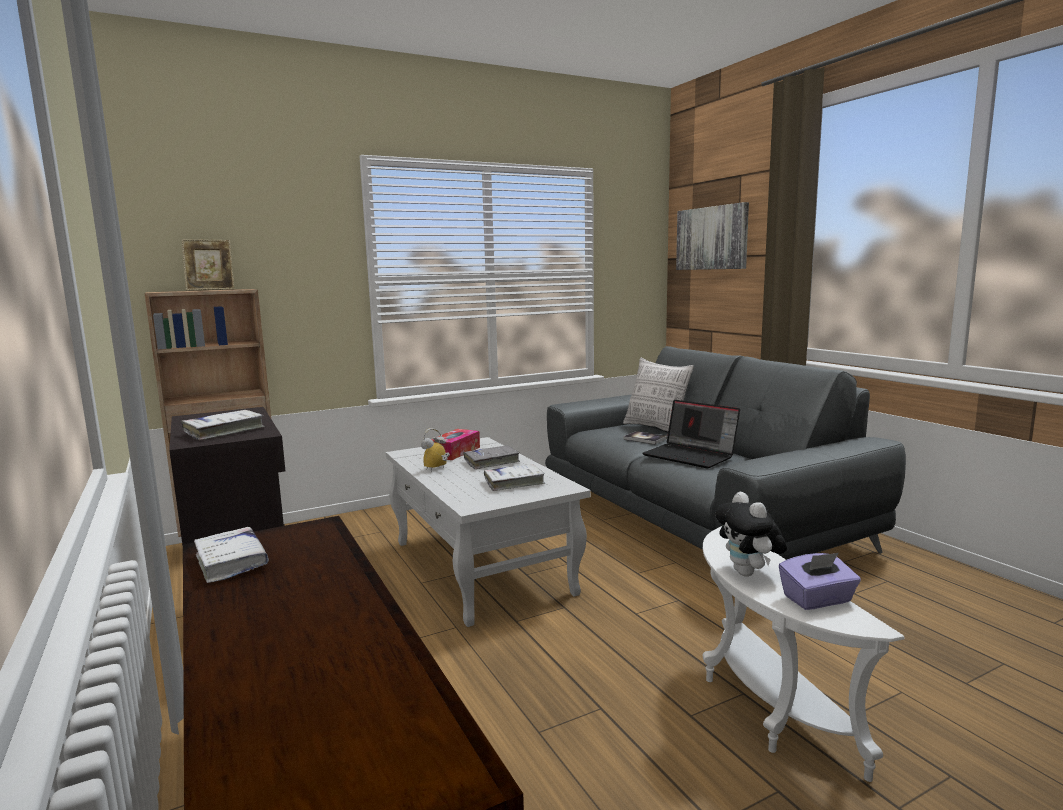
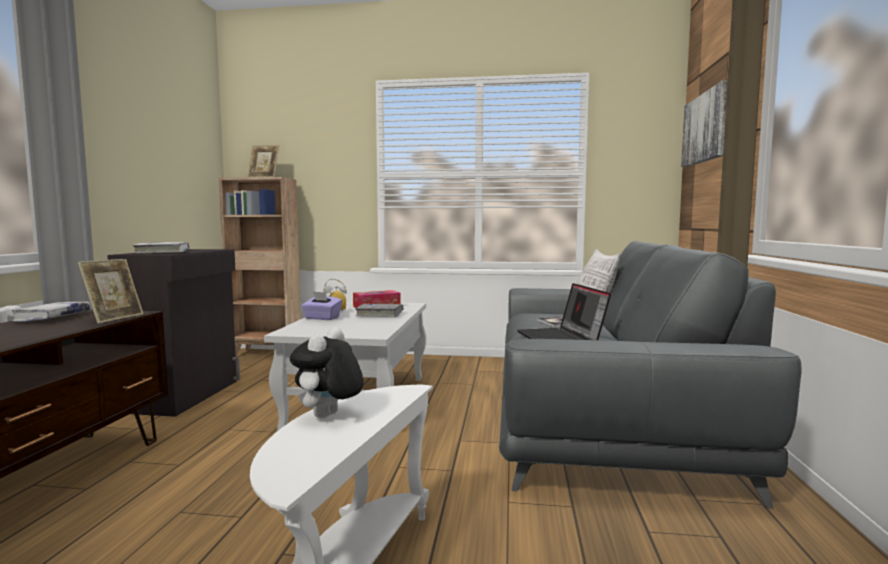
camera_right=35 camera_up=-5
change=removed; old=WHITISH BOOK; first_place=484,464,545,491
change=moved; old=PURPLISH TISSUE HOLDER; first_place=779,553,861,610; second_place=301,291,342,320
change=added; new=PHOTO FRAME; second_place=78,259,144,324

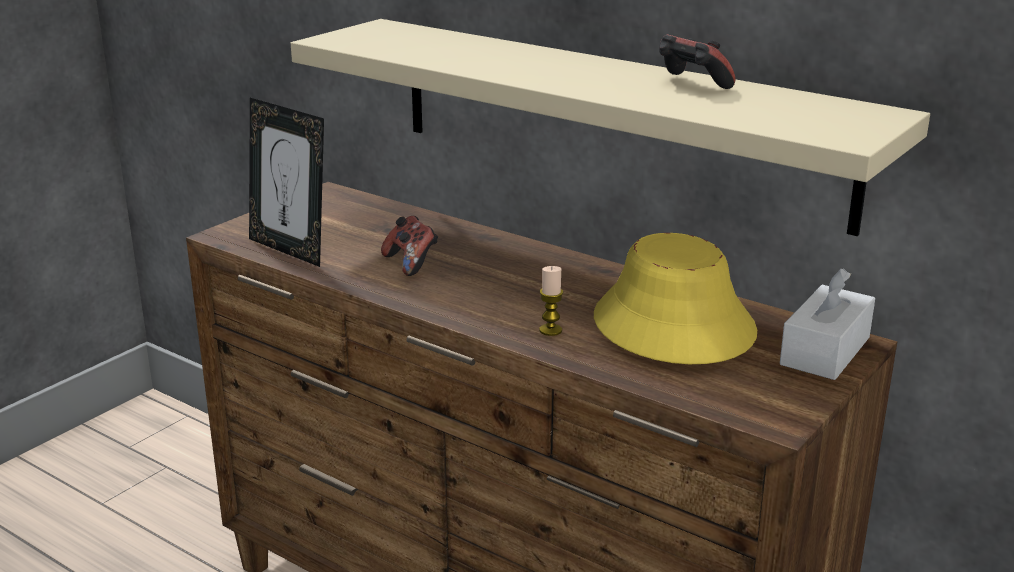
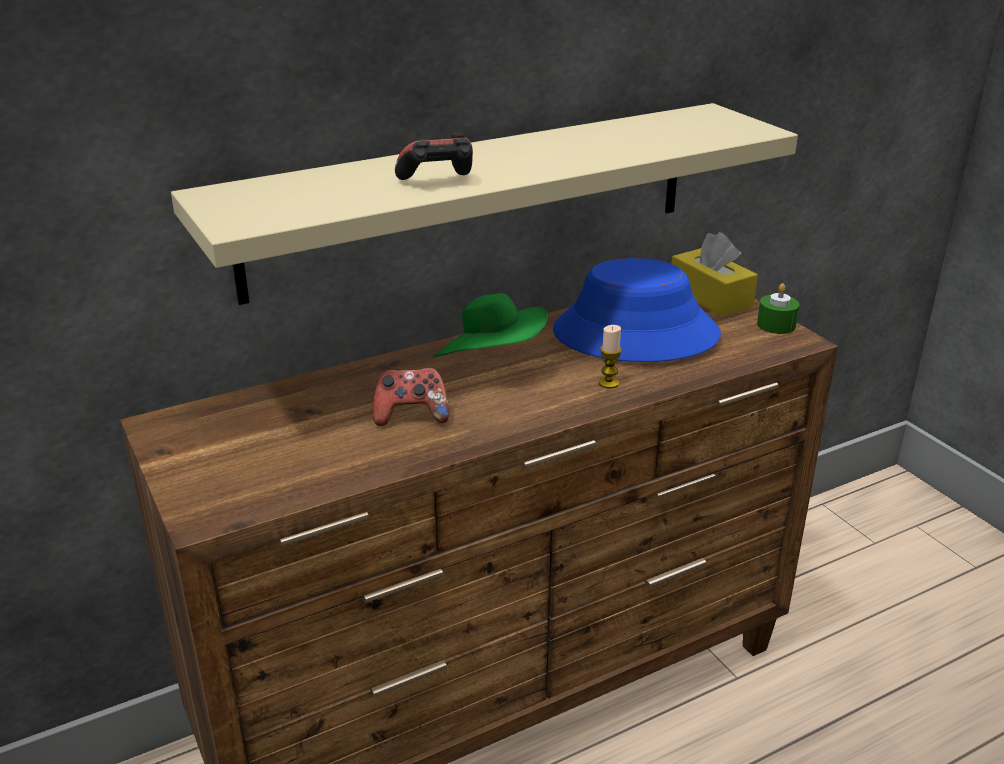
camera_right=-65 camera_up=5
change=moved; old=GAME CONTROLLER; first_place=659,35,736,89; second_place=395,133,473,180
change=removed; old=PHOTO FRAME; first_place=249,98,324,267
change=recoloured; old=YELLOWISH WEARABLE HAT; new=BLUISH WEARABLE HAT; first_place=594,233,757,364; second_place=553,258,721,362
change=recoloured; old=WHITISH TISSUE HOLDER; new=YELLOWISH TISSUE HOLDER; first_place=780,269,875,380; second_place=671,232,758,316
change=added; new=GREEN WAX CANDLE; second_place=757,283,800,334
change=added; new=GREEN WEARABLE HAT; second_place=433,293,548,357

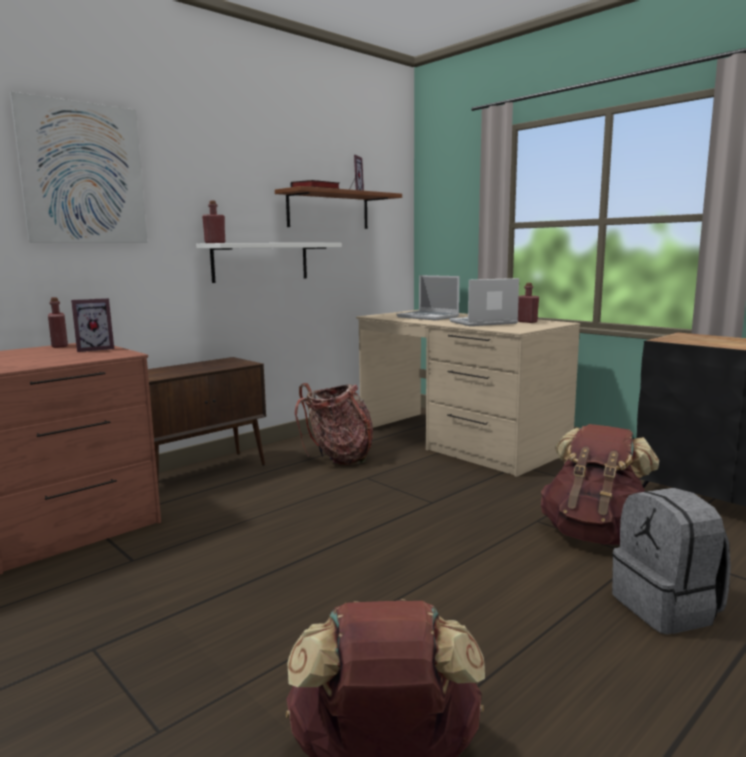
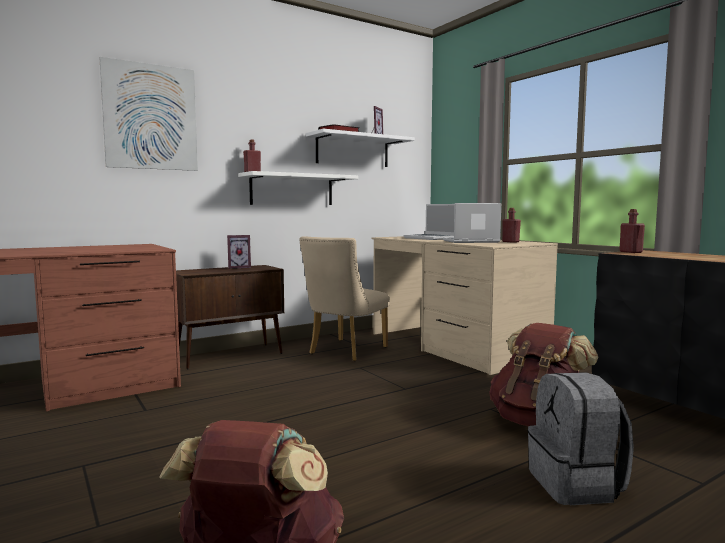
camera_right=10 camera_up=-5
change=recoloured; old=BROWN BRACKET SHELF; new=WHITISH BRACKET SHELF; first_place=275,186,402,229; second_place=306,129,415,167
change=moved; old=RED DRINK BOTTLE; first_place=48,297,68,348; second_place=619,209,645,253
change=moved; old=PHOTO FRAME; first_place=71,298,114,352; second_place=227,235,251,269
change=replaced; old=RUCKSACK; new=BEIGE-COLOURED CHAIR; first_place=295,383,373,465; second_place=299,236,390,361

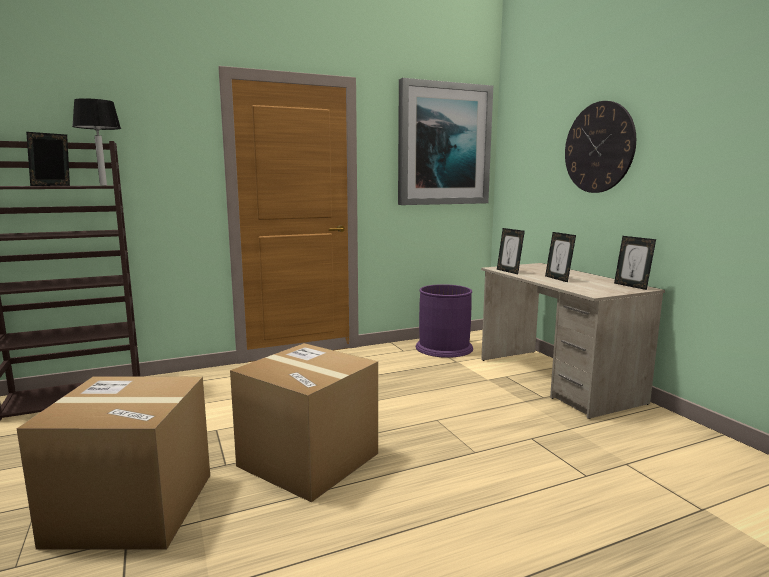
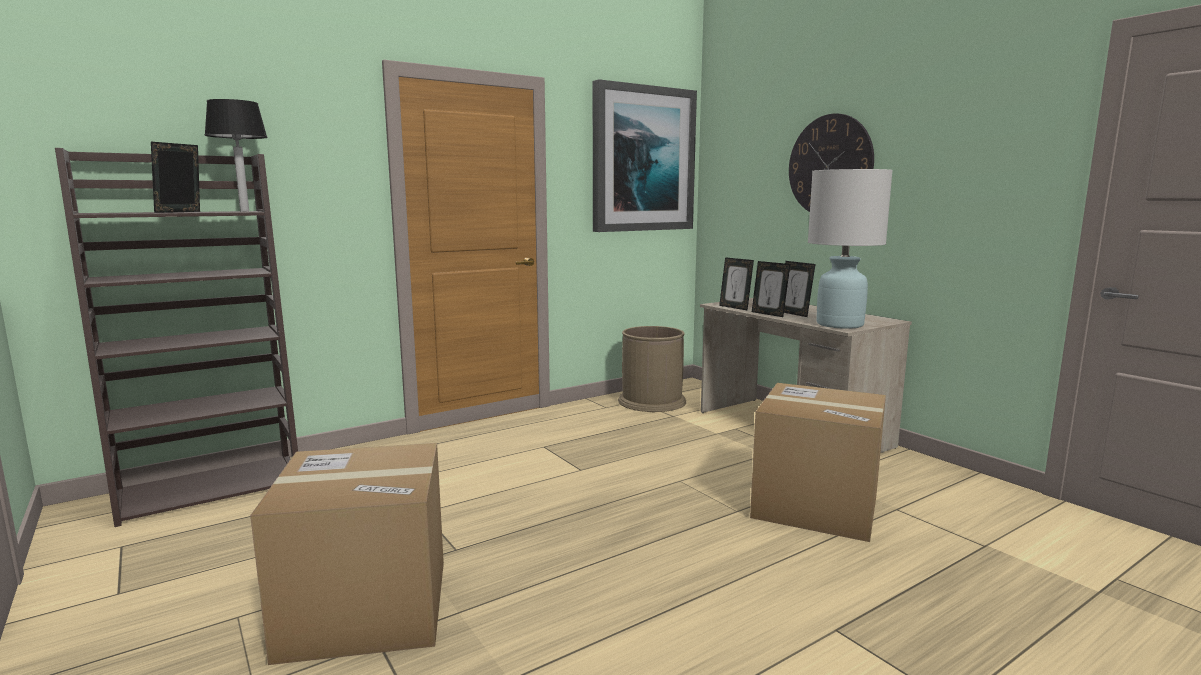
camera_right=-10 camera_up=0
change=moved; old=PHOTO FRAME; first_place=614,236,656,290; second_place=752,261,790,317
change=recoloured; old=PURPLISH RUBBISH BIN; new=BROWN RUBBISH BIN; first_place=416,284,473,358; second_place=618,326,686,412
change=moved; old=CARDBOARD BOX; first_place=230,343,378,503; second_place=750,383,886,542
change=added; new=WHITISH LAMP FOR A TABLE; second_place=808,169,893,329

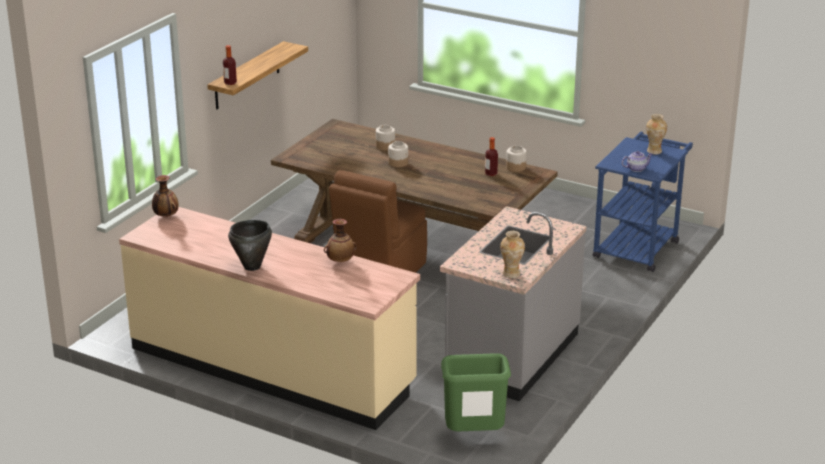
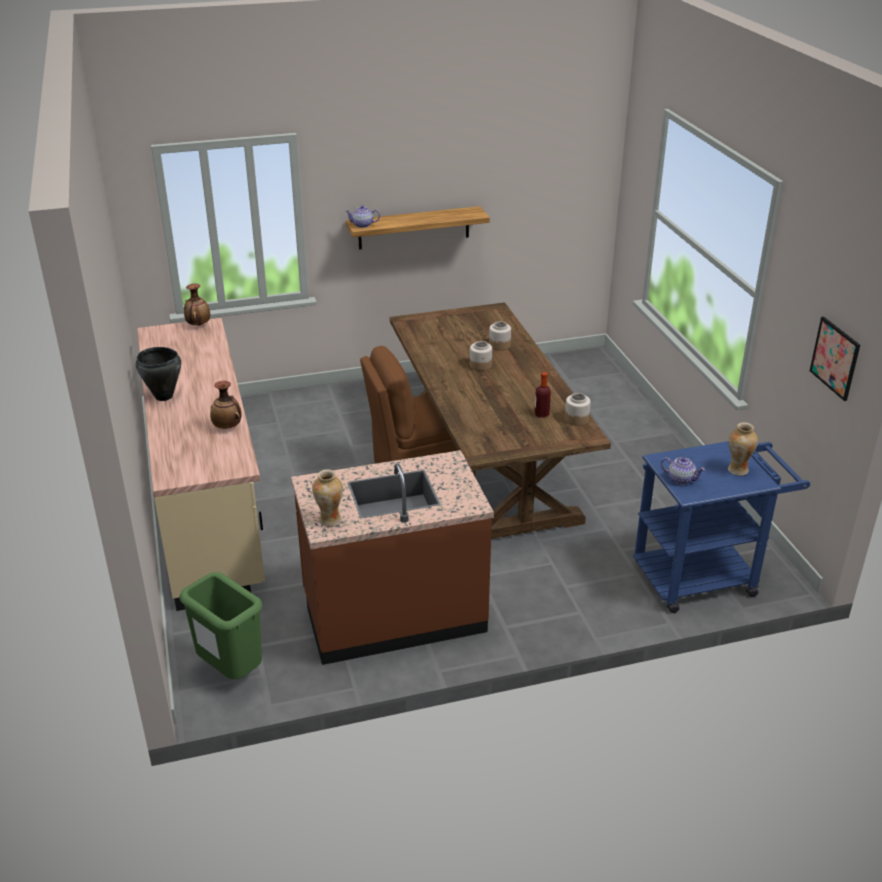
camera_right=45 camera_up=5
change=replaced; old=DRINK BOTTLE; new=TEAPOT; first_place=223,45,237,85; second_place=345,205,380,228
change=recoloured; old=GRAY COUNTER; new=BROWN COUNTER; first_place=440,206,586,401; second_place=291,450,494,665
change=added; new=PICTURE; second_place=810,317,860,401

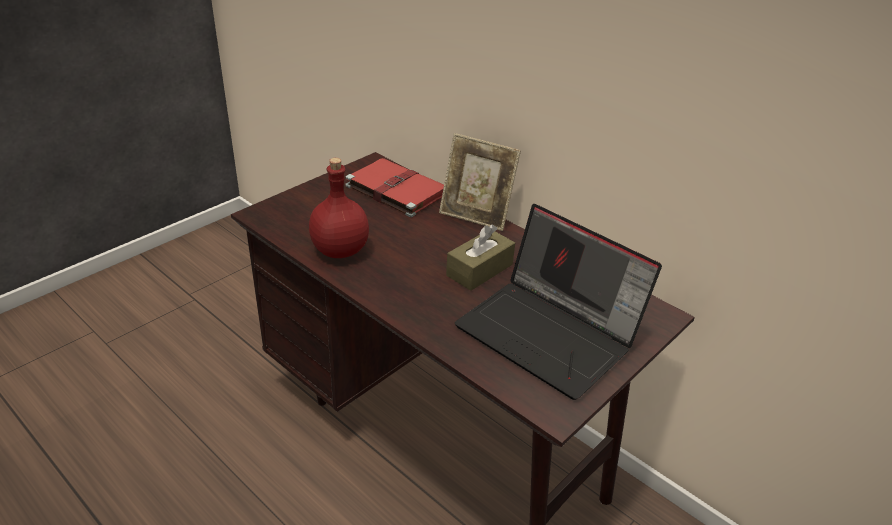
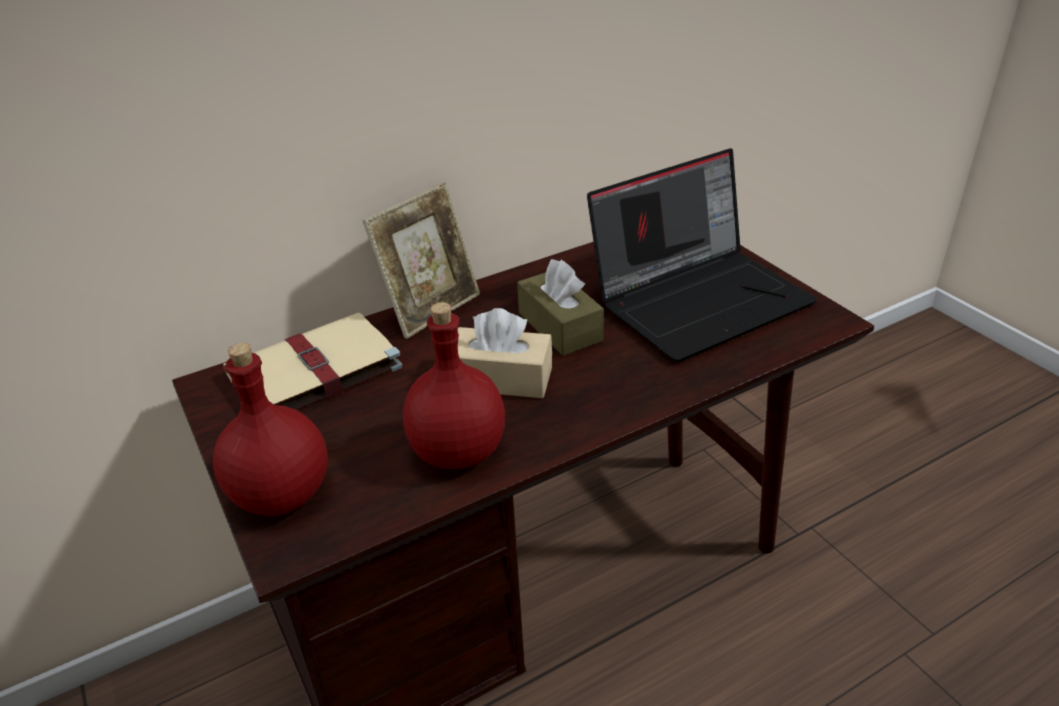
camera_right=-70 camera_up=0
change=recoloured; old=RED BOOK; new=BEIGE-COLOURED BOOK; first_place=345,158,444,217; second_place=223,313,402,410
change=added; new=BEIGE-COLOURED TISSUE HOLDER; second_place=458,308,552,398
change=added; new=RED DRINK BOTTLE; second_place=213,343,328,516

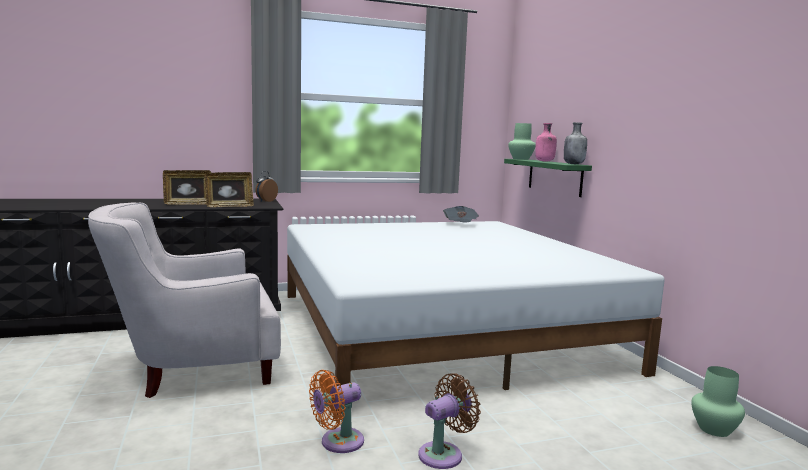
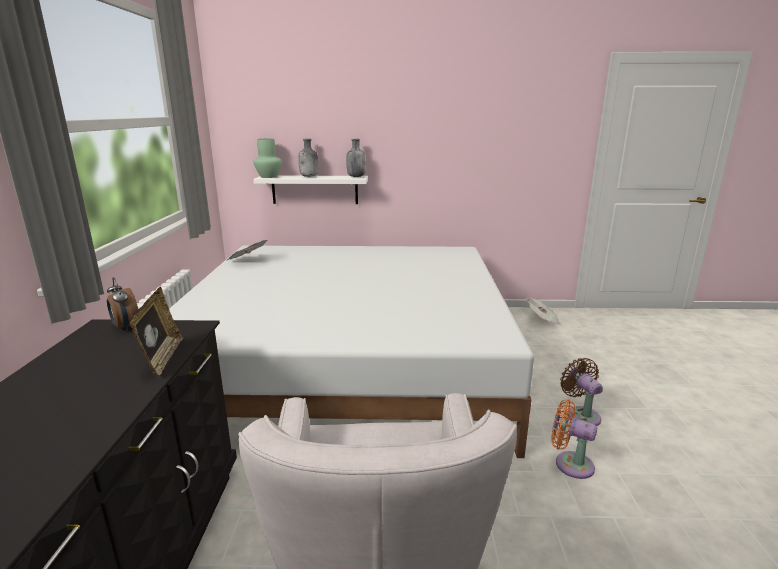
camera_right=-70 camera_up=10
change=recoloured; old=PINK DRINK BOTTLE; new=GRAY DRINK BOTTLE; first_place=535,123,557,161; second_place=298,139,318,177
change=recoloured; old=GREEN BRACKET SHELF; new=WHITISH BRACKET SHELF; first_place=504,159,592,197; second_place=253,176,368,204
change=removed; old=PHOTO FRAME; first_place=163,170,211,205
change=replaced; old=GREEN FLOWER VASE; new=PRINTED PAPER; first_place=691,366,745,437; second_place=526,298,562,326
change=turned; old=ORANGEY ELECTRIC FAN; first_place=309,370,364,453; second_place=551,399,597,479; degrees=135

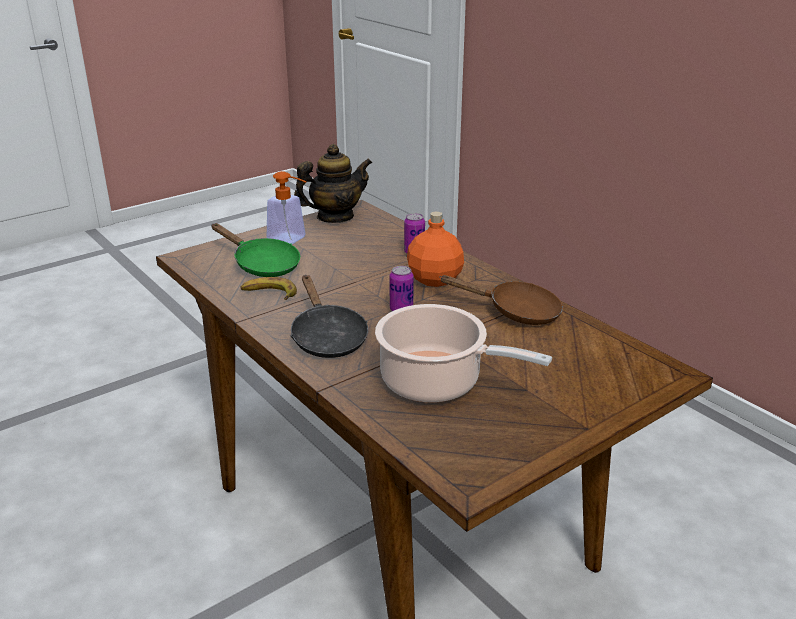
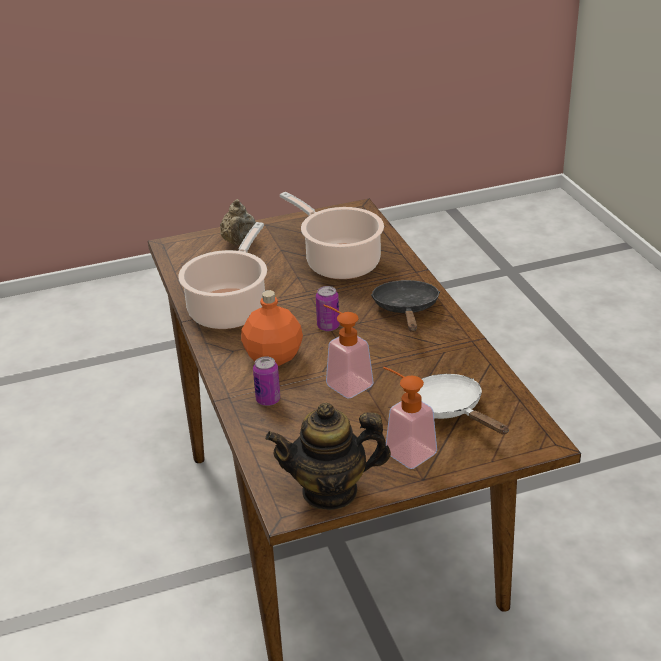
camera_right=-160 camera_up=5
change=recoloured; old=GREEN FRYING PAN; new=WHITISH FRYING PAN; first_place=211,223,300,277; second_place=405,374,509,434
change=replaced; old=BROWN FRYING PAN; new=STOCKPOT; first_place=439,275,563,325; second_place=178,222,267,329
change=removed; old=BANANA FRUIT; first_place=240,277,297,300
change=added; new=BEIGE-COLOURED TEAPOT; second_place=220,199,256,245
change=added; new=SOAP DISPENSER; second_place=323,305,374,399

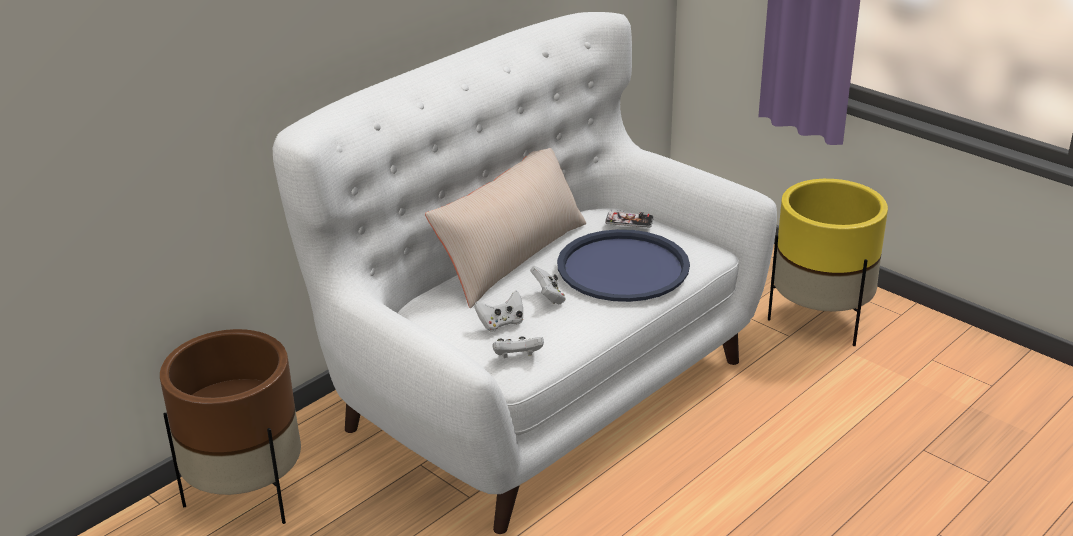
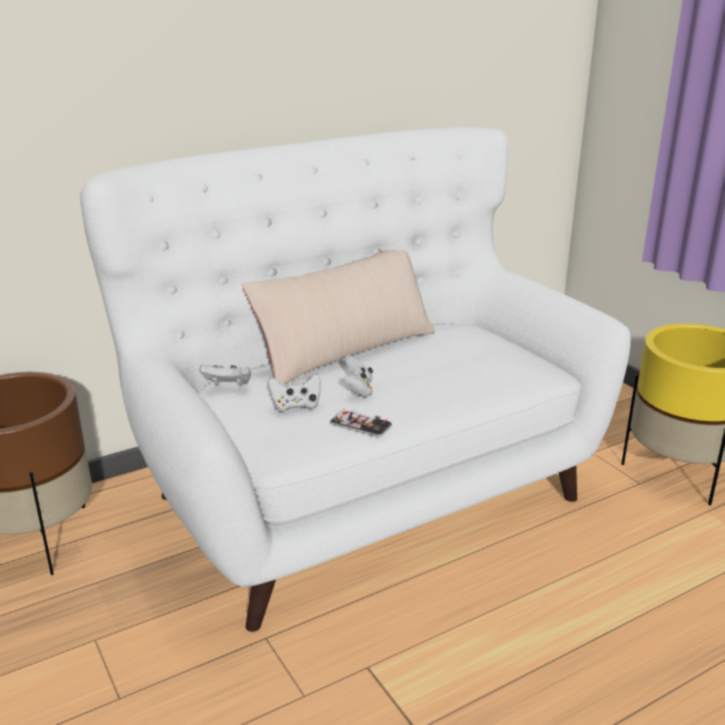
camera_right=15 camera_up=-5
change=moved; old=TELEPHONE; first_place=605,210,654,228; second_place=330,408,392,437
change=removed; old=BLUISH TRAY; first_place=557,229,690,302
change=moved; old=WHITISH GAME CONTROLLER; first_place=492,337,544,358; second_place=200,365,251,386

